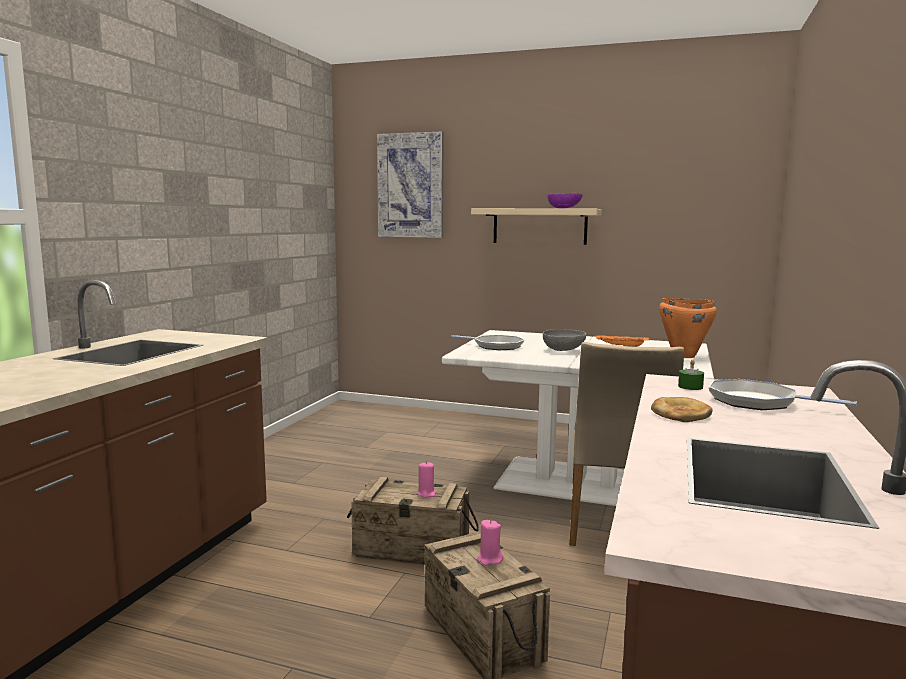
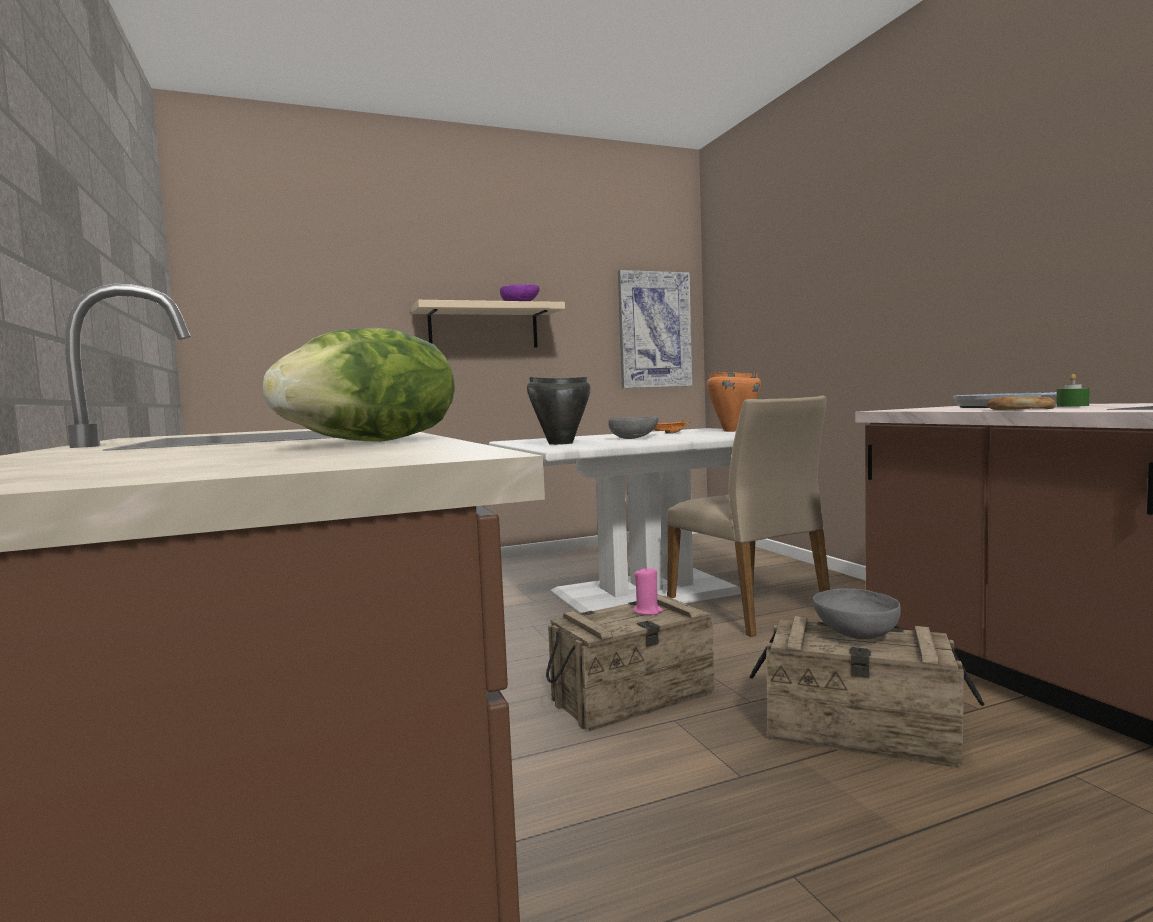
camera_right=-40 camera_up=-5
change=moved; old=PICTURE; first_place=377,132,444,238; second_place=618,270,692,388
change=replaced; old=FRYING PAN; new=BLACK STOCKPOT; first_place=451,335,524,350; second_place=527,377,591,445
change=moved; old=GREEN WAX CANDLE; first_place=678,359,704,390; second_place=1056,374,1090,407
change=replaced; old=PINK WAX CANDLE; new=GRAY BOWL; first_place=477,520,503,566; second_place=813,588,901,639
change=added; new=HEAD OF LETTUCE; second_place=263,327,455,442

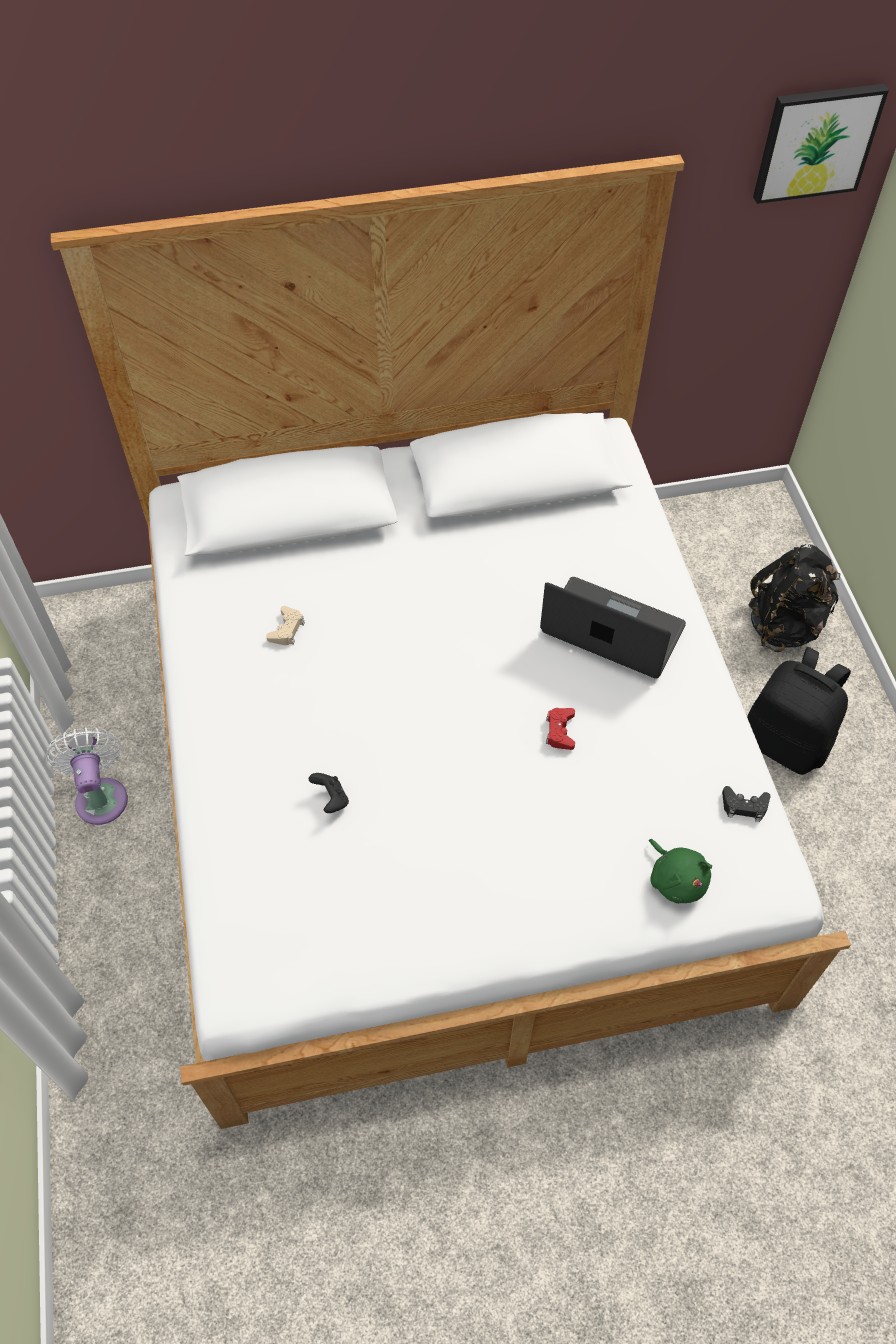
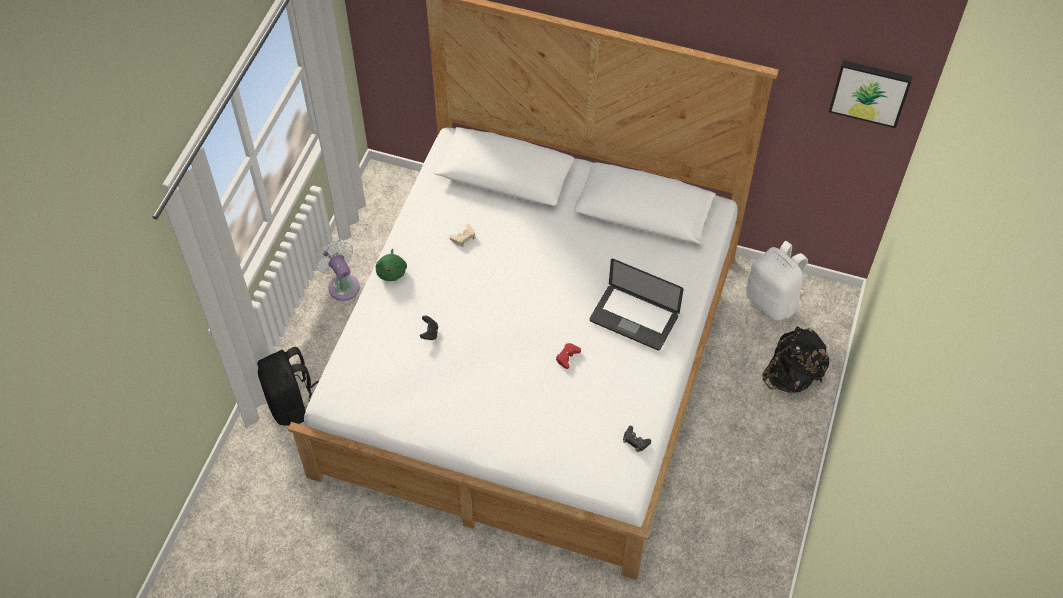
camera_right=30 camera_up=0
change=turned; old=PORTABLE COMPUTER; first_place=540,577,686,678; second_place=590,259,684,350; degrees=150
change=moved; old=BLACK RUCKSACK; first_place=747,647,851,775; second_place=257,347,318,426
change=turned; old=WHITISH ELECTRIC FAN; first_place=46,728,128,825; second_place=314,240,360,301; degrees=-45
change=moved; old=GREEN PLUSH TOY; first_place=649,839,712,903; second_place=376,249,407,281
change=added; new=WHITISH RUCKSACK; second_place=746,241,808,321

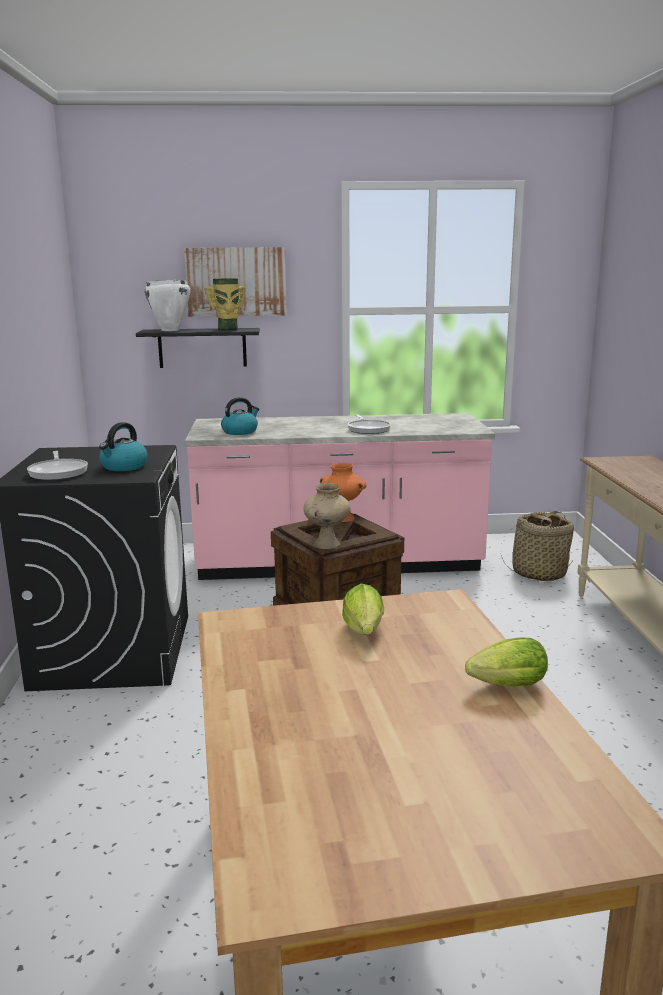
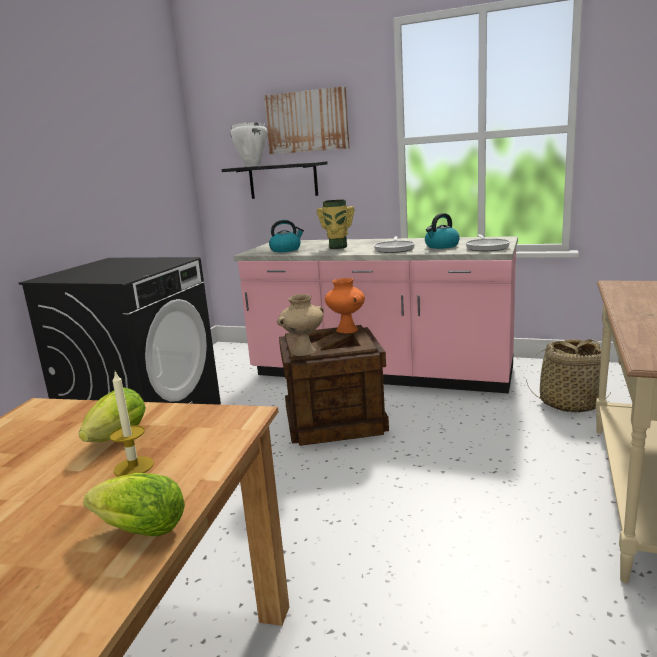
camera_right=25 camera_up=0
change=moved; old=FLOWER VASE; first_place=204,278,245,331; second_place=317,199,355,249
change=moved; old=KETTLE; first_place=99,422,148,471; second_place=425,213,460,249
change=moved; old=FRYING PAN; first_place=27,451,88,480; second_place=466,234,510,251
change=added; new=WAX CANDLE; second_place=110,371,154,476

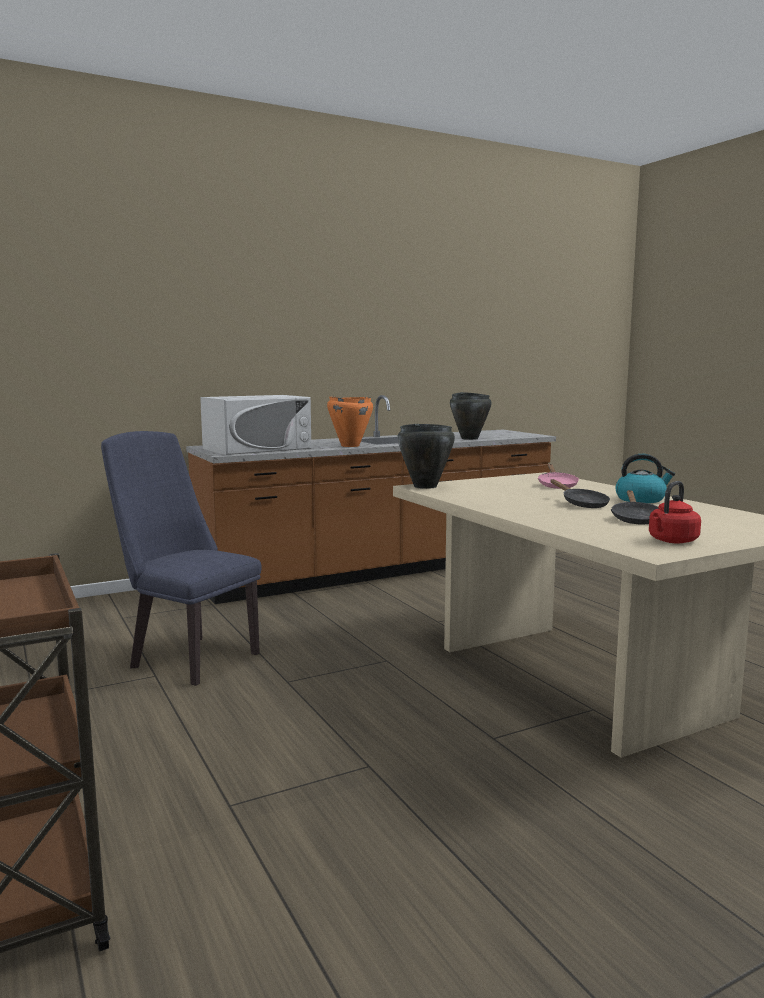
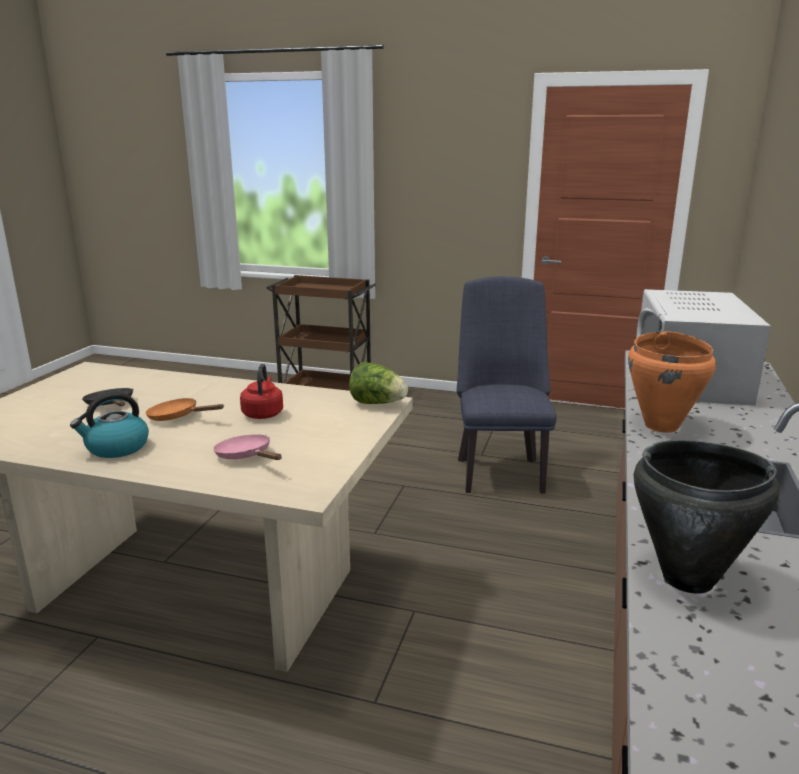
camera_right=135 camera_up=10
change=replaced; old=BLACK STOCKPOT; new=HEAD OF LETTUCE; first_place=398,424,455,489; second_place=349,362,408,404
change=turned; old=BLUISH CHAIR; first_place=101,431,262,686; second_place=457,276,557,494; degrees=-75
change=recoloured; old=BLACK FRYING PAN; new=ORANGEY FRYING PAN; first_place=550,479,610,508; second_place=145,398,224,421
change=moved; old=RED KETTLE; first_place=649,481,701,543; second_place=240,364,283,419

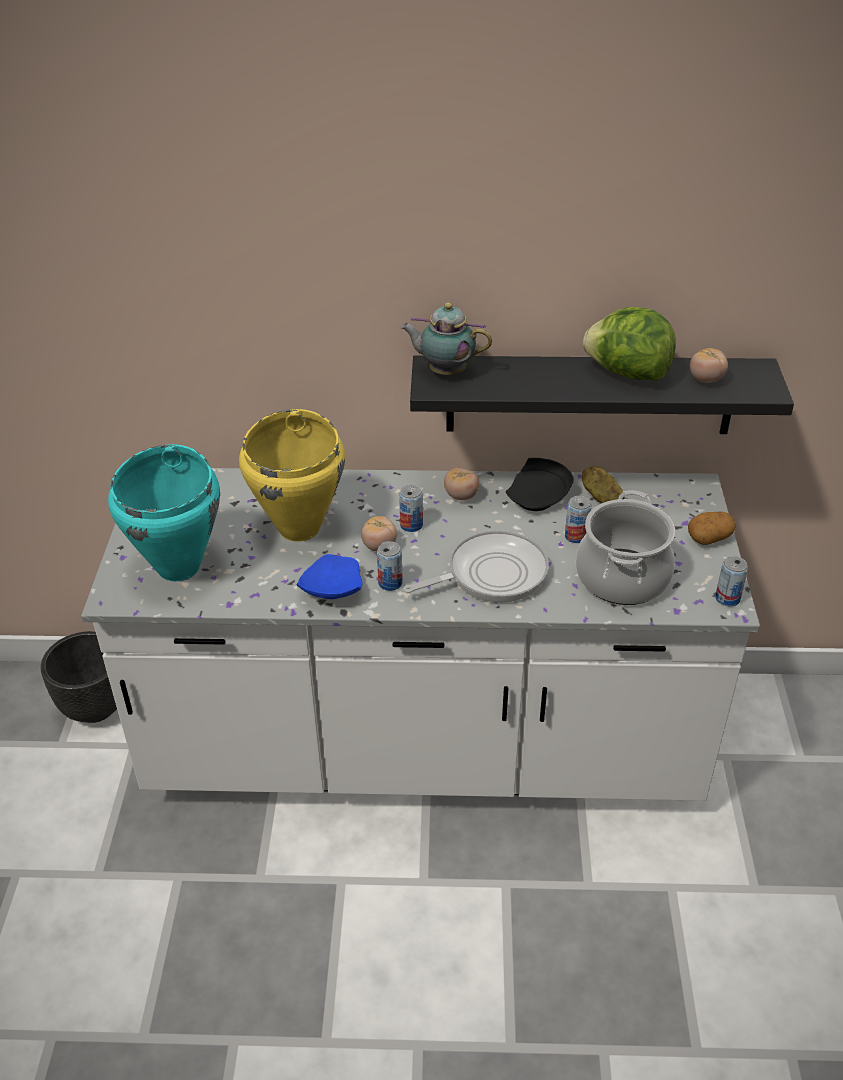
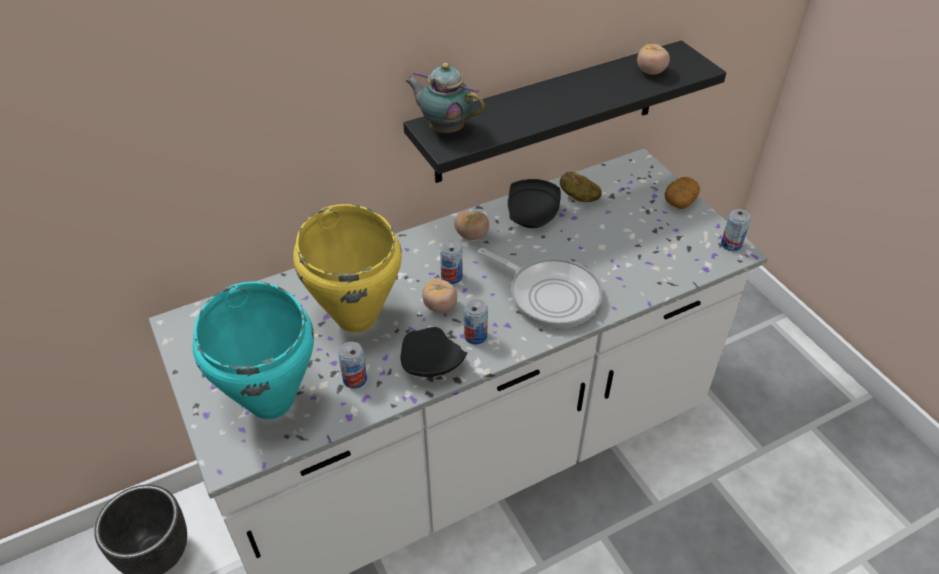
camera_right=-30 camera_up=5
change=turned; old=TEAPOT; first_place=400,303,492,375; second_place=405,63,485,133; degrees=45
change=removed; old=HEAD OF LETTUCE; first_place=583,307,675,381
change=removed; old=STOCKPOT; first_place=576,490,675,605
change=moved; old=SEALED CAN; first_place=565,496,592,543; second_place=338,342,367,389
change=turned; old=FRYING PAN; first_place=403,530,549,603; second_place=478,248,602,328; degrees=90
change=recoloured; old=BLUISH FLAT DISH; new=BLACK FLAT DISH; first_place=297,554,363,599; second_place=400,327,467,377

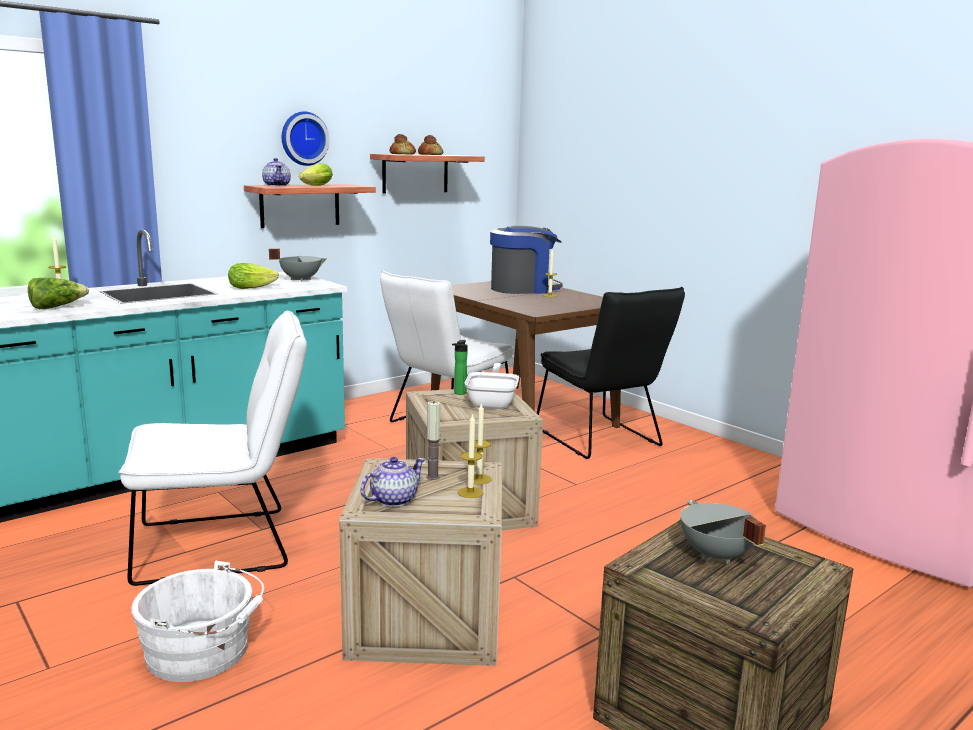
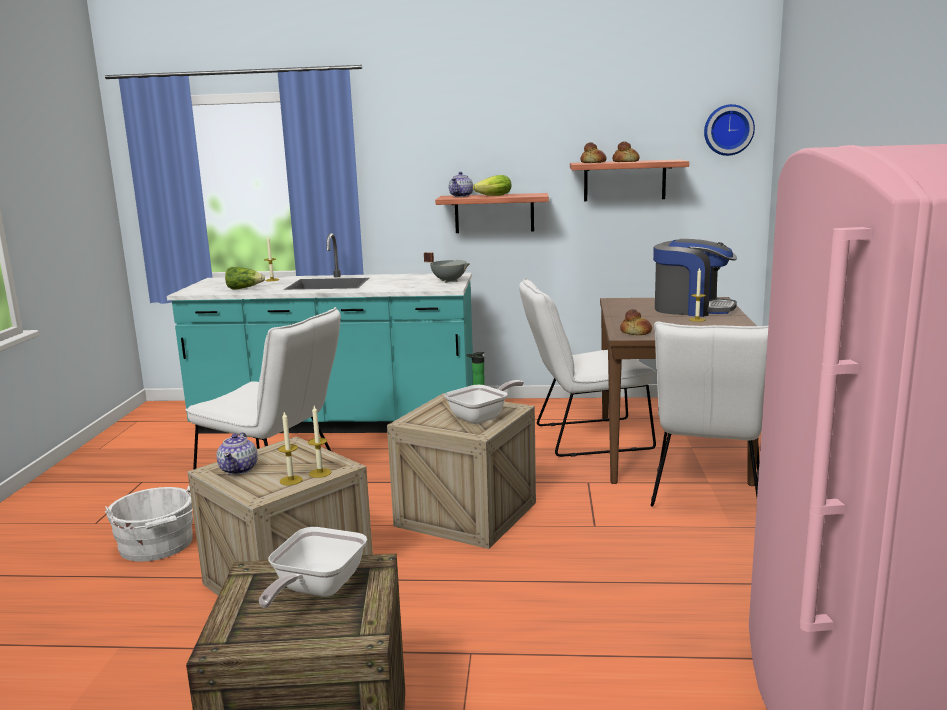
camera_right=45 camera_up=0
change=moved; old=HANGING CLOCK; first_place=282,111,329,166; second_place=704,104,755,156
change=removed; old=HEAD OF LETTUCE; first_place=228,263,279,289
change=recoloured; old=BLACK CHAIR; new=WHITISH CHAIR; first_place=537,287,685,459; second_place=651,322,769,506
change=removed; old=WAX CANDLE; first_place=426,401,441,480
change=turned; old=TEAPOT; first_place=361,457,425,507; second_place=217,432,258,475; degrees=90
change=replaced; old=GRAY STOCKPOT; new=FRYING PAN; first_place=680,500,766,564; second_place=259,527,367,608
change=added; new=BAKED BREAD; second_place=620,309,652,335

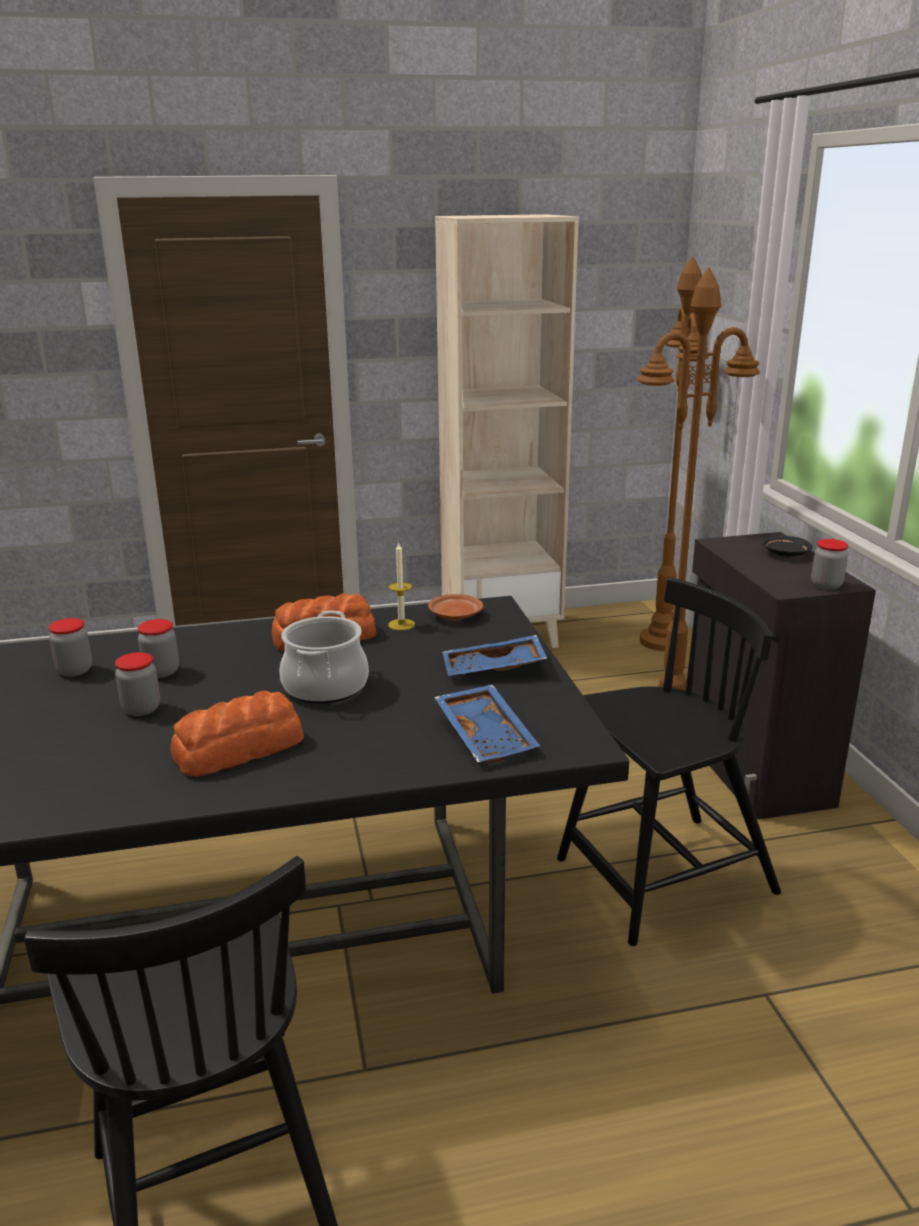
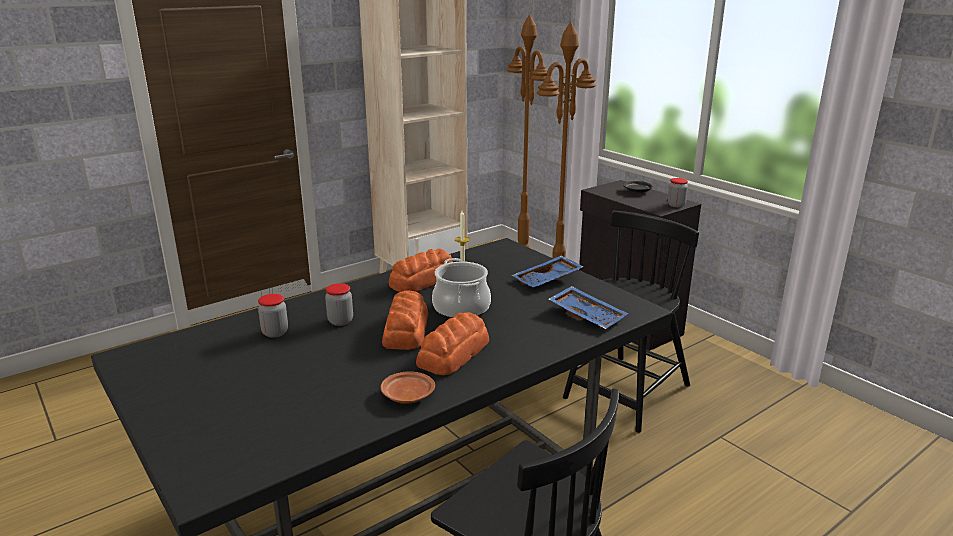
camera_right=-25 camera_up=0
change=moved; old=BROWN FLAT DISH; first_place=428,594,483,620; second_place=381,372,435,404
change=removed; old=JAR; first_place=115,652,160,716
change=added; new=BAKED BREAD; second_place=382,290,428,350

